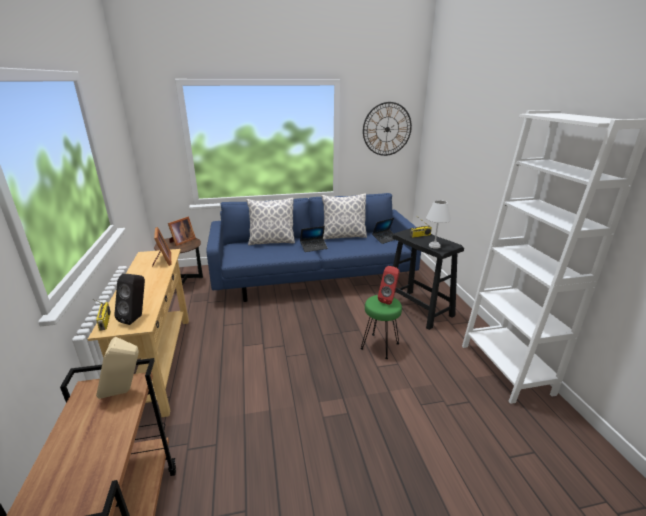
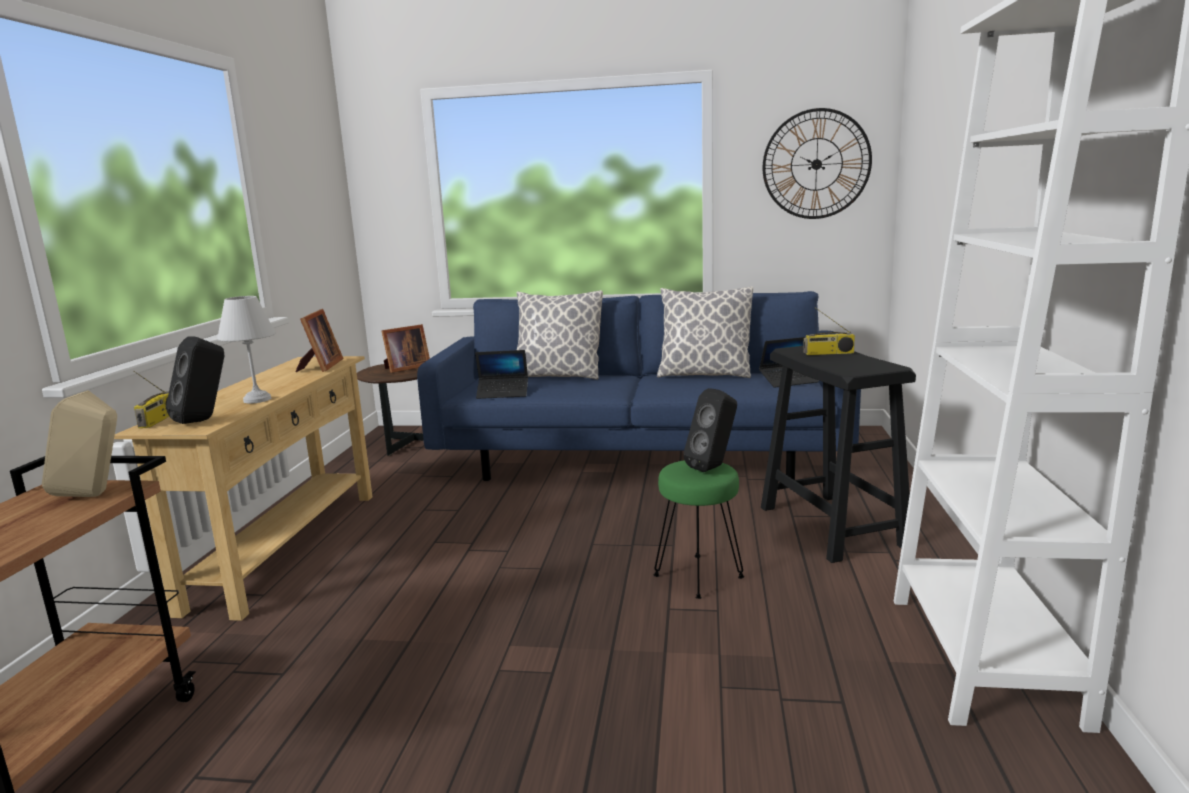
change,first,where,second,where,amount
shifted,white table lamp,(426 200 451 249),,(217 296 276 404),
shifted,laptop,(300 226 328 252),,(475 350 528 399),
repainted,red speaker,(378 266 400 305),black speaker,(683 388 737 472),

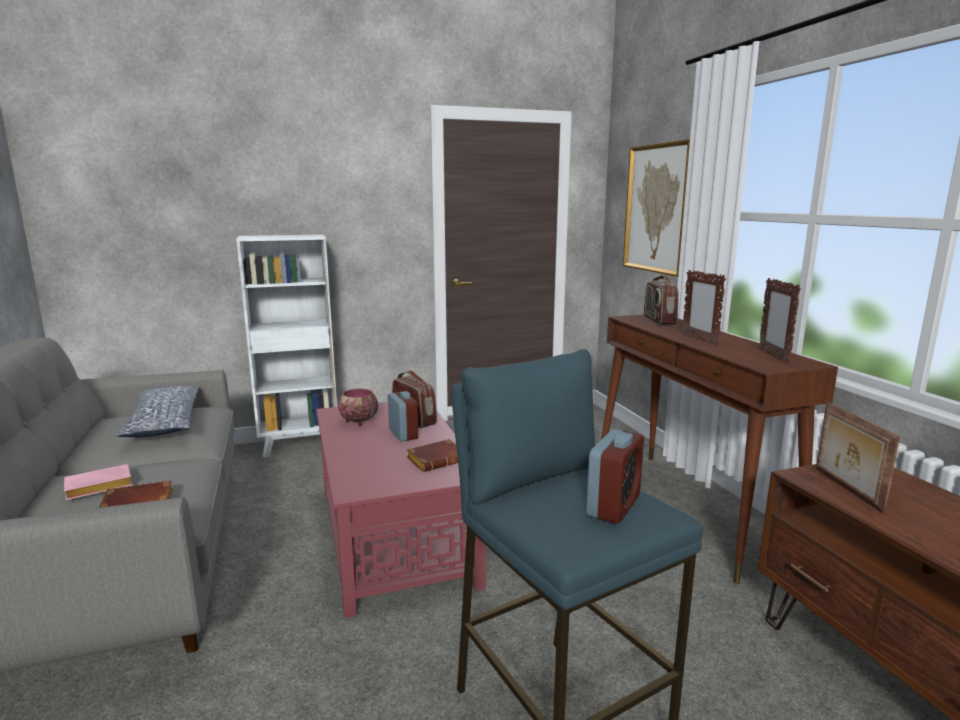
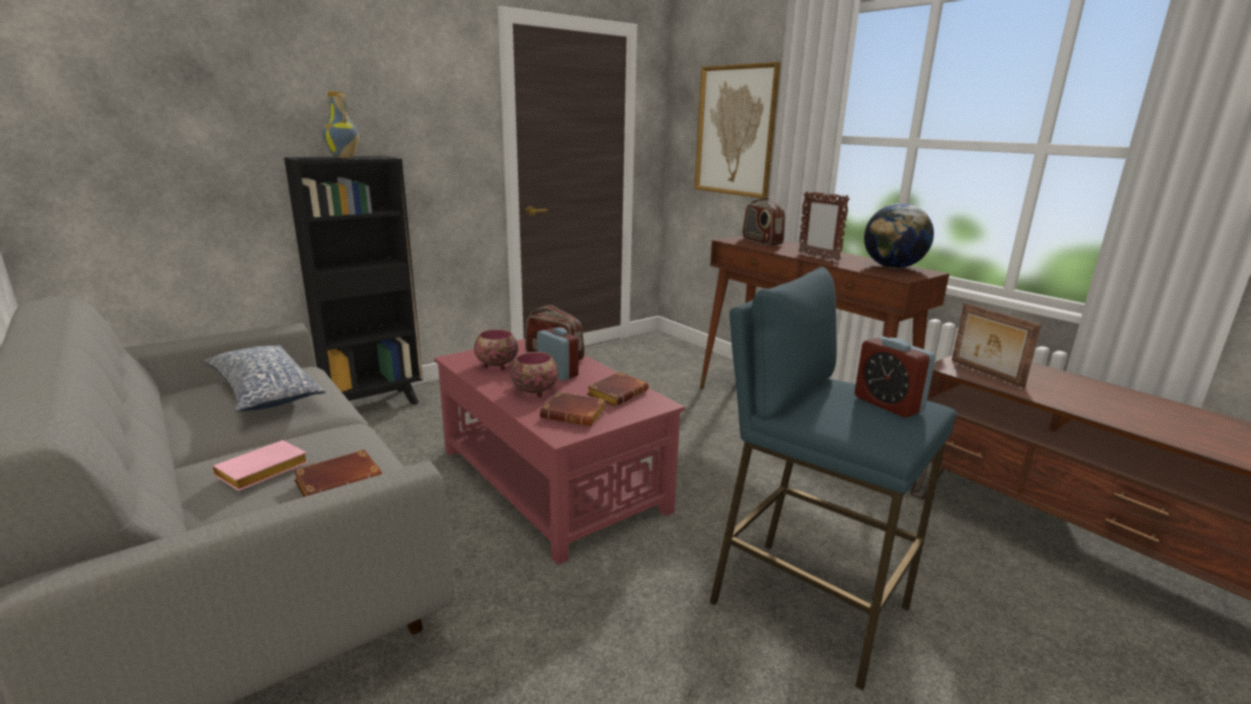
change,first,where,second,where,amount
repainted,white bookcase,(236 234 337 458),black bookcase,(284 156 423 405),
swapped,picture frame,(759 278 801 363),globe,(864 203 934 268),
rotated,alarm clock,(586 429 644 524),,(854 336 936 417),135 degrees clockwise
new,,,vase,(322 91 359 158),
new,,,bowl,(510 352 558 397),
new,,,brown book,(540 392 606 426),

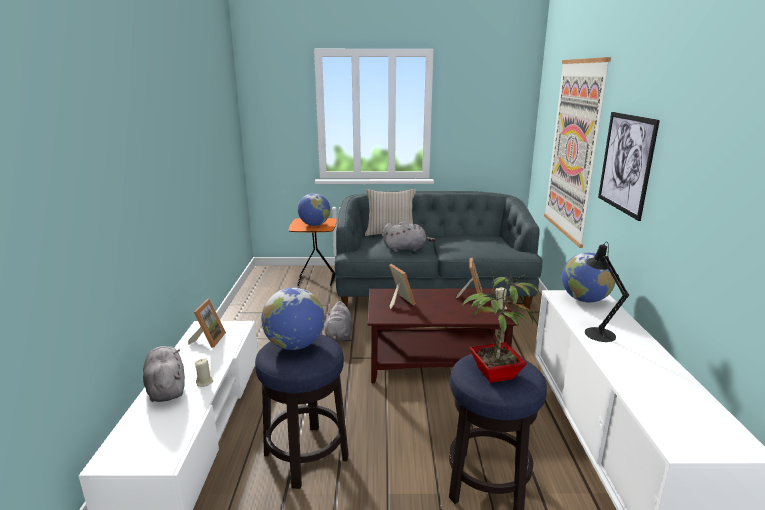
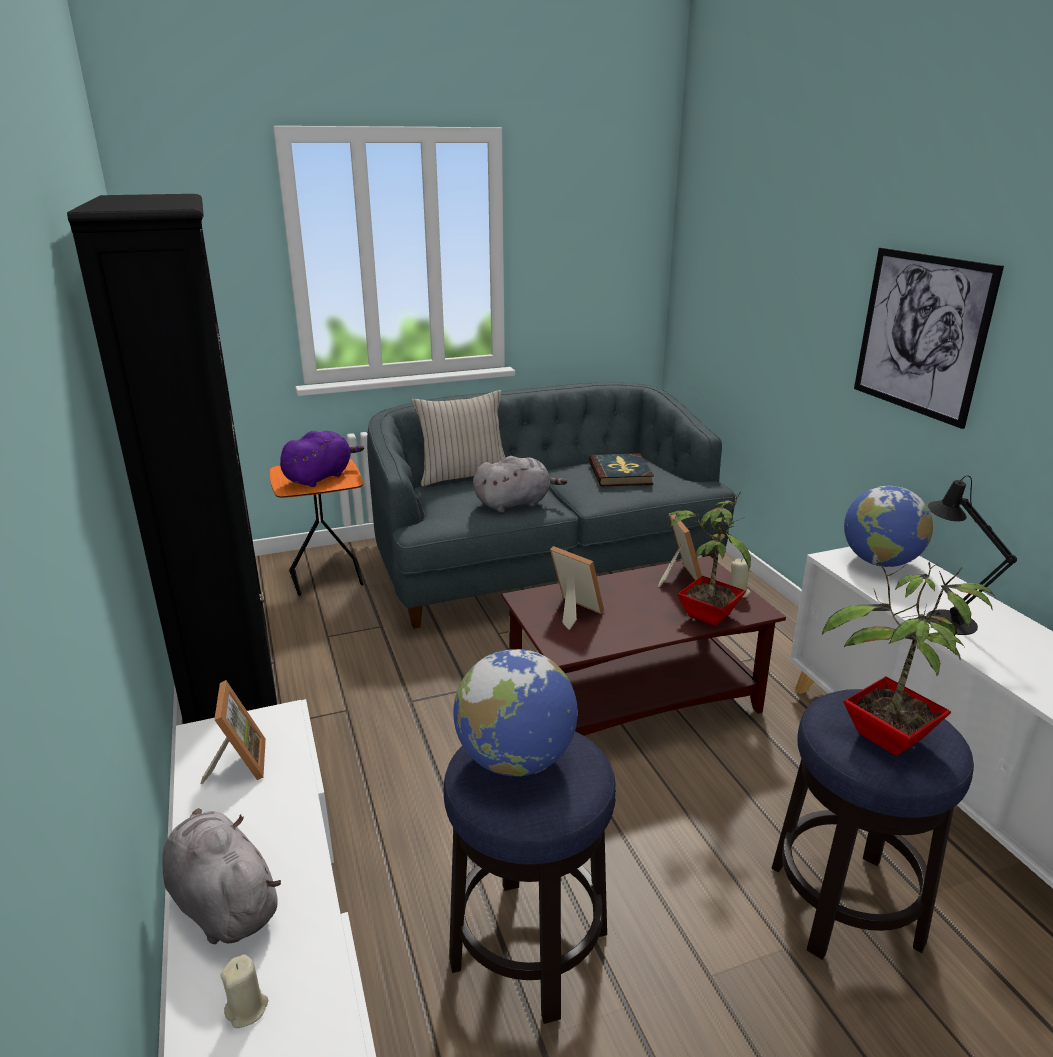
change,first,where,second,where,amount
gone,picture,(544 57 611 248),,,
swapped,globe,(298 193 330 226),purple plush toy,(280 431 364 487),
gone,grey plush toy,(325 301 353 342),,,
shifted,beige candle,(195 358 213 387),,(221 955 268 1028),
new,,,black bookcase,(67 194 277 724),
new,,,book,(589 453 654 486),
new,,,potted plant,(668 492 751 626),

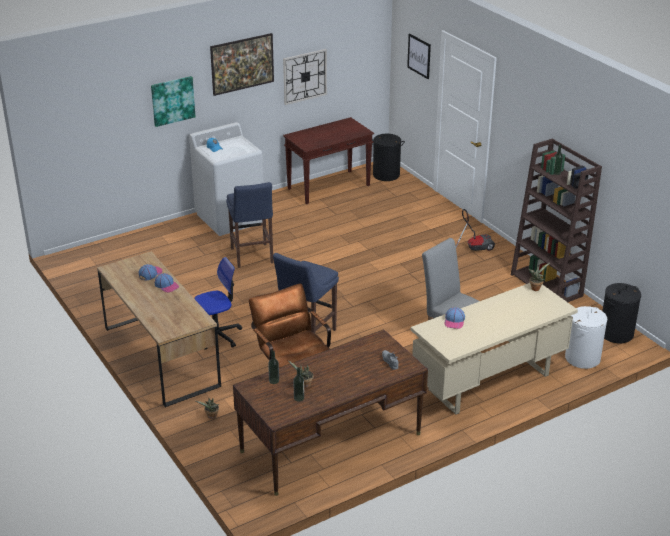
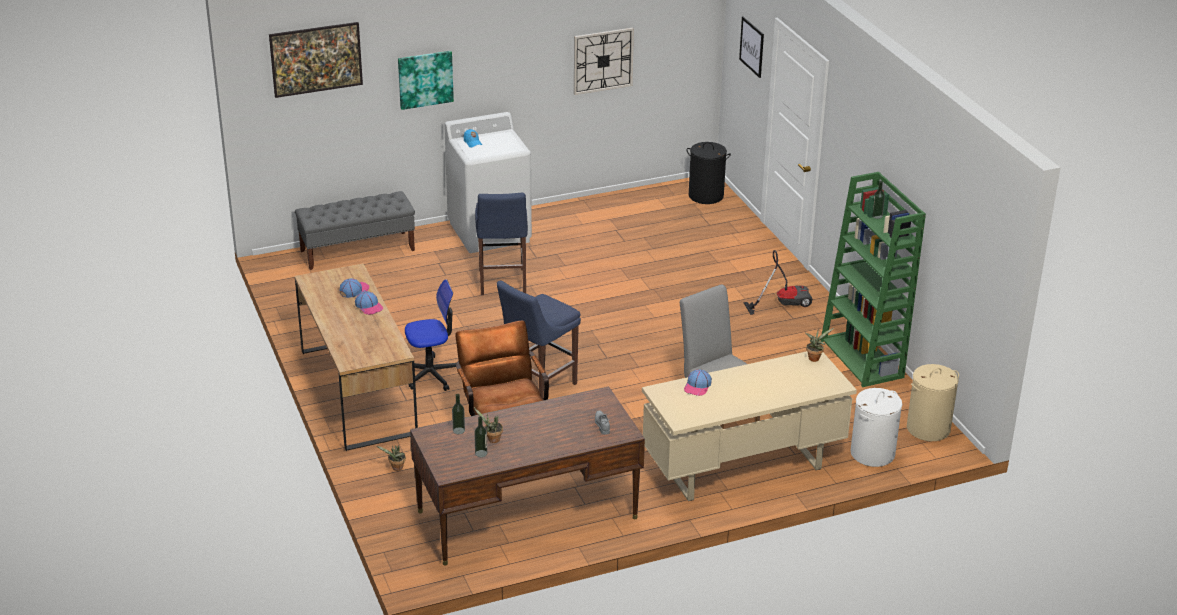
change,first,where,second,where,amount
shifted,picture,(210 33 274 96),,(269 22 363 98),
gone,brown console table,(283 117 374 204),,,
repainted,brown bookcase,(511 138 602 302),green bookcase,(820 172 926 387),
repainted,black laundry basket,(602 283 641 343),beige laundry basket,(907 364 959 441),
new,,,grey bench,(295 191 415 270),

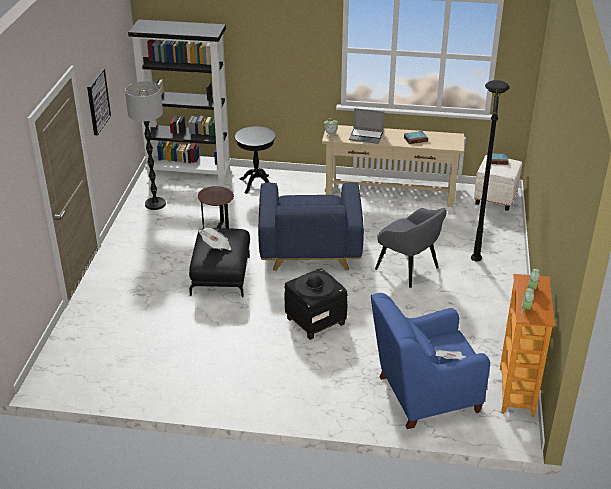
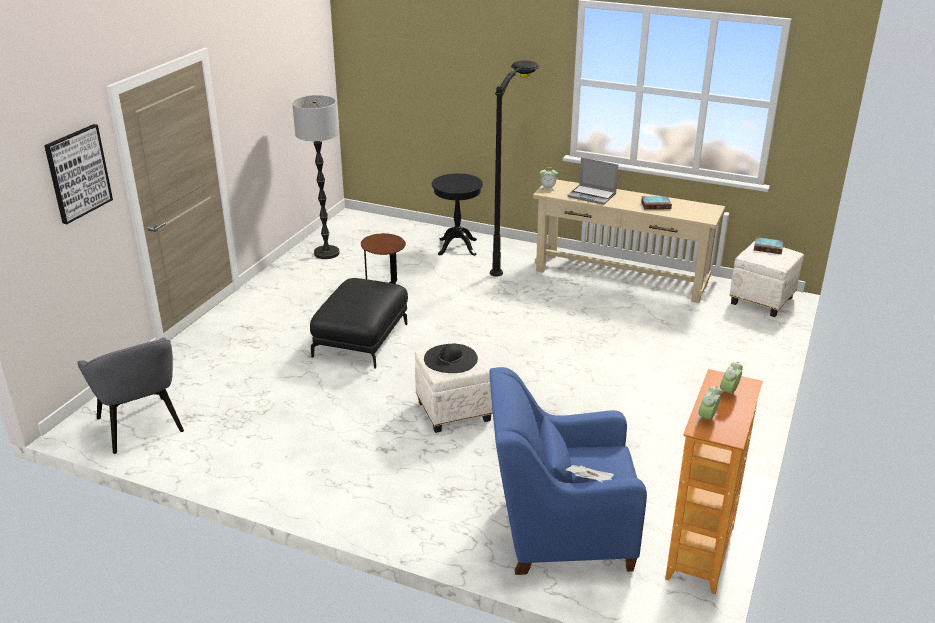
change,first,where,second,where,amount
gone,black bookcase,(128 19 232 183),,,
shifted,picture,(87 68 111 135),,(44 124 113 224),
shifted,black floor lamp,(471 80 510 261),,(490 60 539 277),
gone,blue armchair,(258 182 364 271),,,
shifted,grey armchair,(375 208 447 288),,(77 337 184 454),
gone,newspaper,(199 228 231 250),,,
repainted,black ottoman,(285 269 347 340),white ottoman,(415 341 493 433),

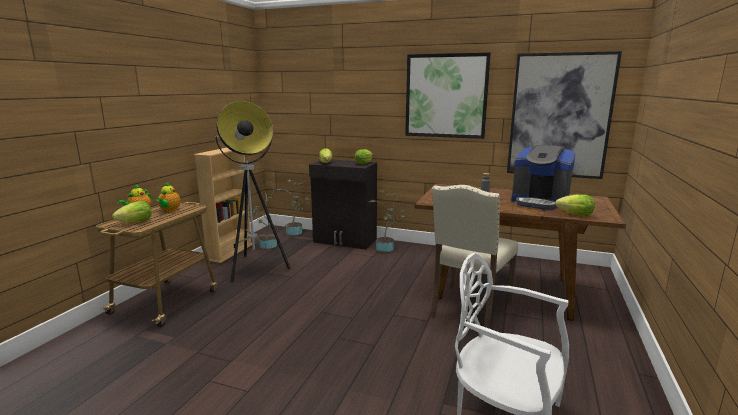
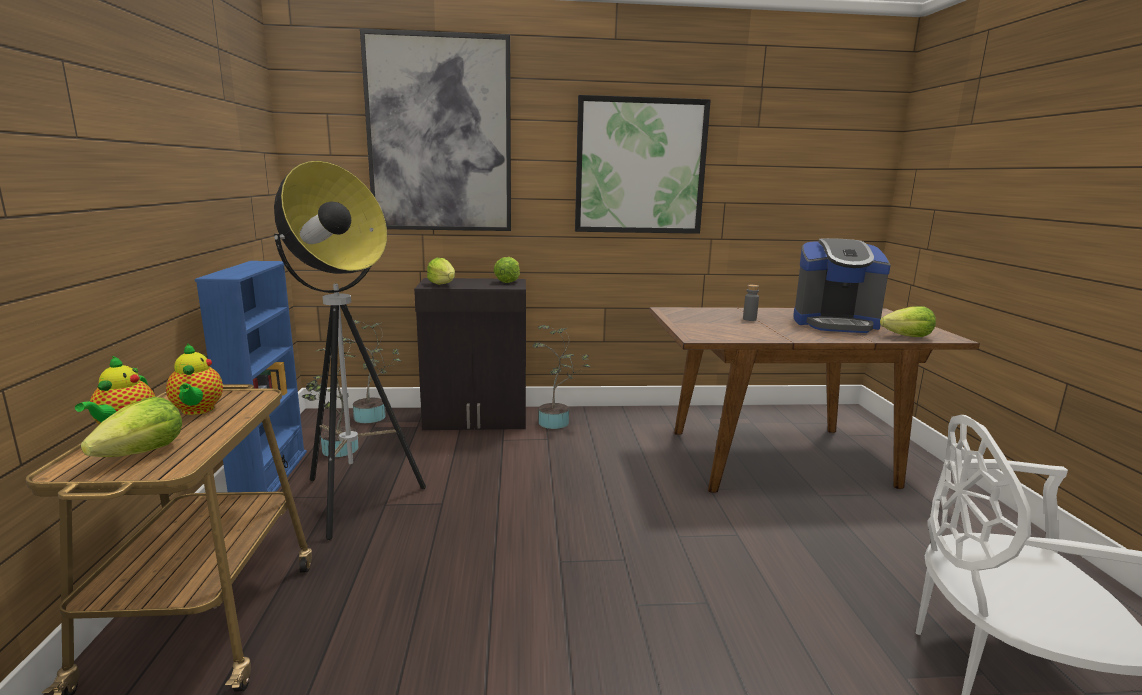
change,first,where,second,where,amount
shifted,picture,(507 51 622 179),,(360 29 511 231),
repainted,beige bookcase,(194 148 252 263),blue bookcase,(195 261 307 492),
gone,beige chair,(430 185 519 328),,,

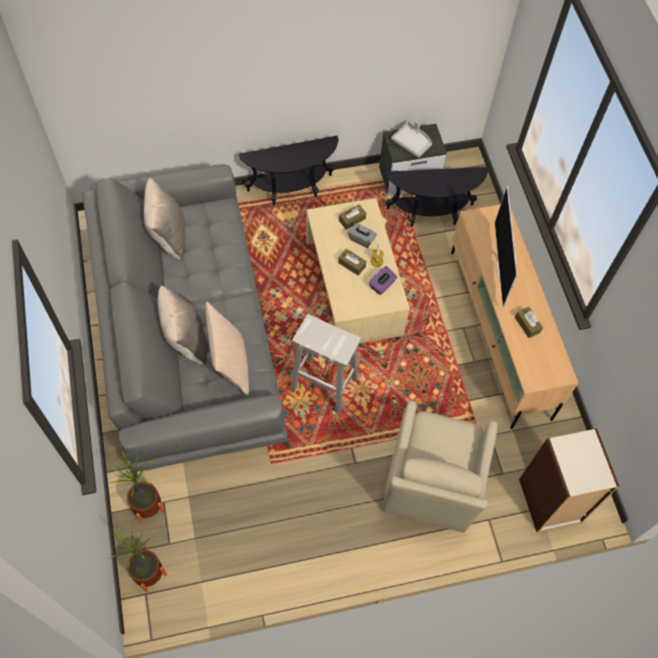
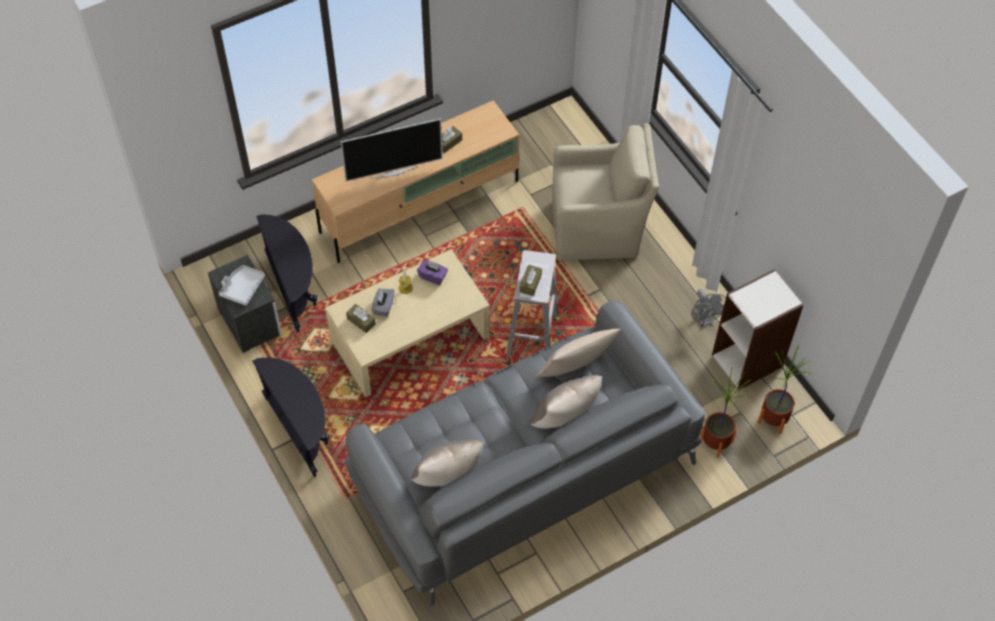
change,first,where,second,where,amount
shifted,brown tissue box,(338 249 366 275),,(520 265 542 296),
shifted,bookcase,(519 428 619 532),,(712 269 804 390),
new,,,grey fan,(692 289 726 327),

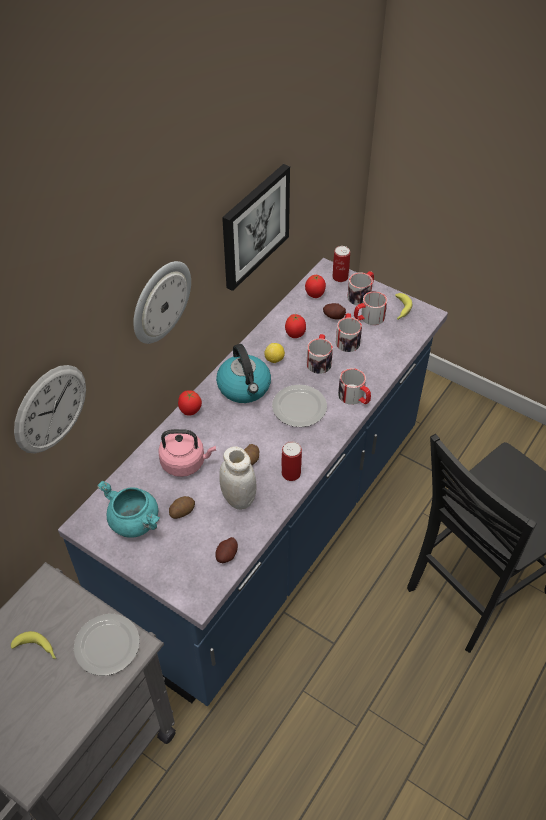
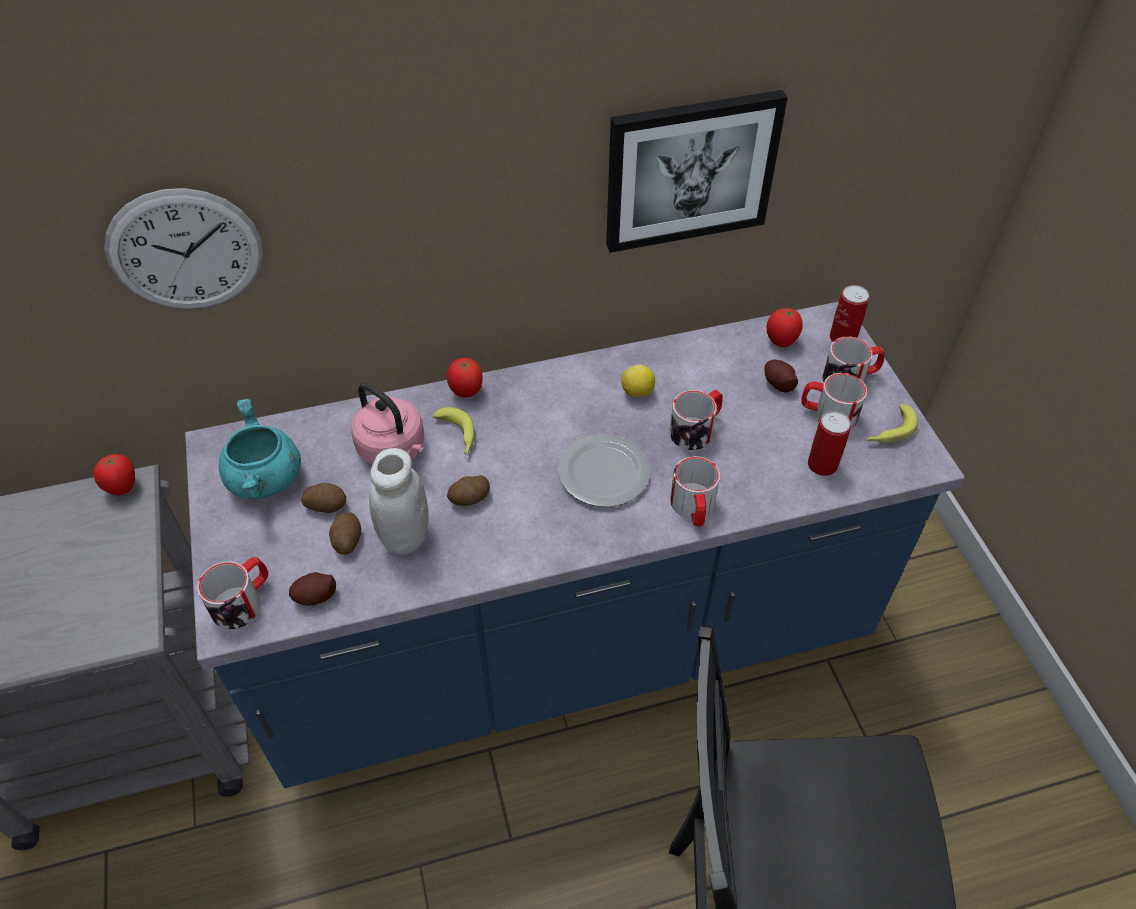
change,first,where,second,where,amount
gone,wall clock,(133 261 191 344),,,
shifted,mug,(336 313 362 352),,(197 557 268 629),
shifted,tomato,(285 314 306 338),,(93 454 135 495),
gone,kettle,(216 344 271 403),,,
shifted,can,(282 441 302 481),,(808 411 851 476),
gone,plate,(74 614 140 676),,,
shifted,banana,(11 631 56 659),,(433 407 475 455),
new,,,potato,(329 512 361 555),

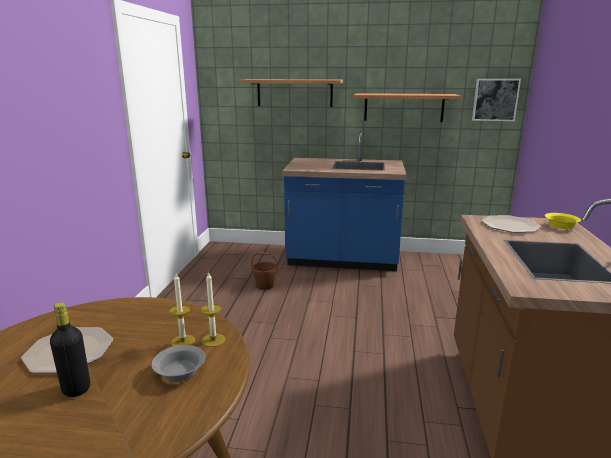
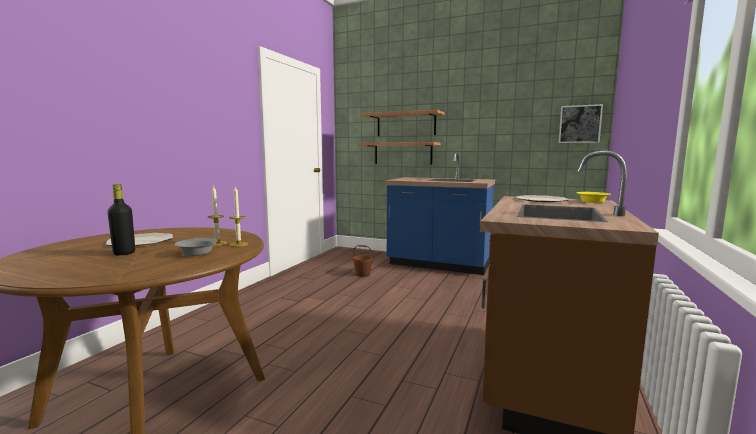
change,first,where,second,where,amount
shifted,shelf,(354 93 462 122),,(358 142 441 164),

